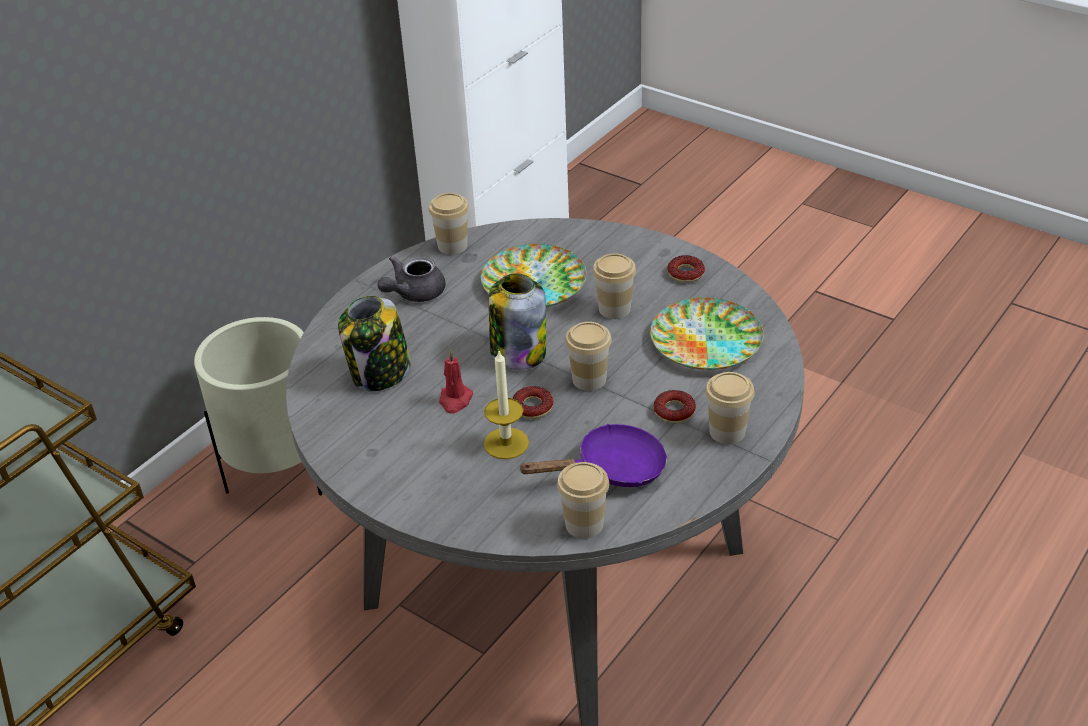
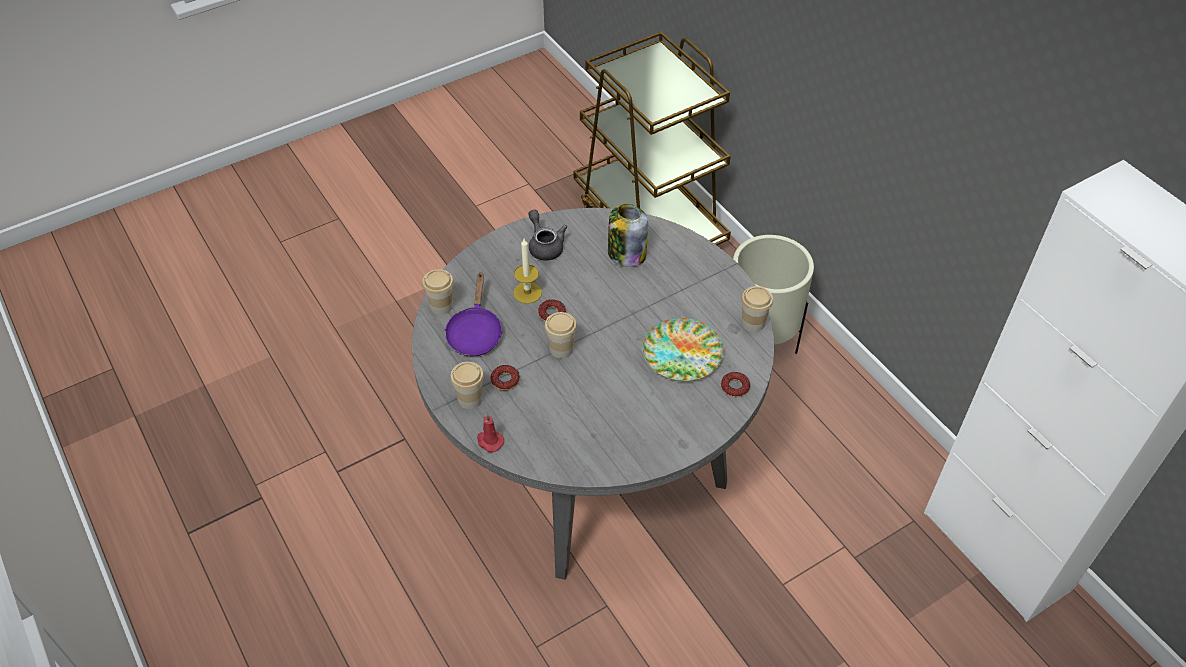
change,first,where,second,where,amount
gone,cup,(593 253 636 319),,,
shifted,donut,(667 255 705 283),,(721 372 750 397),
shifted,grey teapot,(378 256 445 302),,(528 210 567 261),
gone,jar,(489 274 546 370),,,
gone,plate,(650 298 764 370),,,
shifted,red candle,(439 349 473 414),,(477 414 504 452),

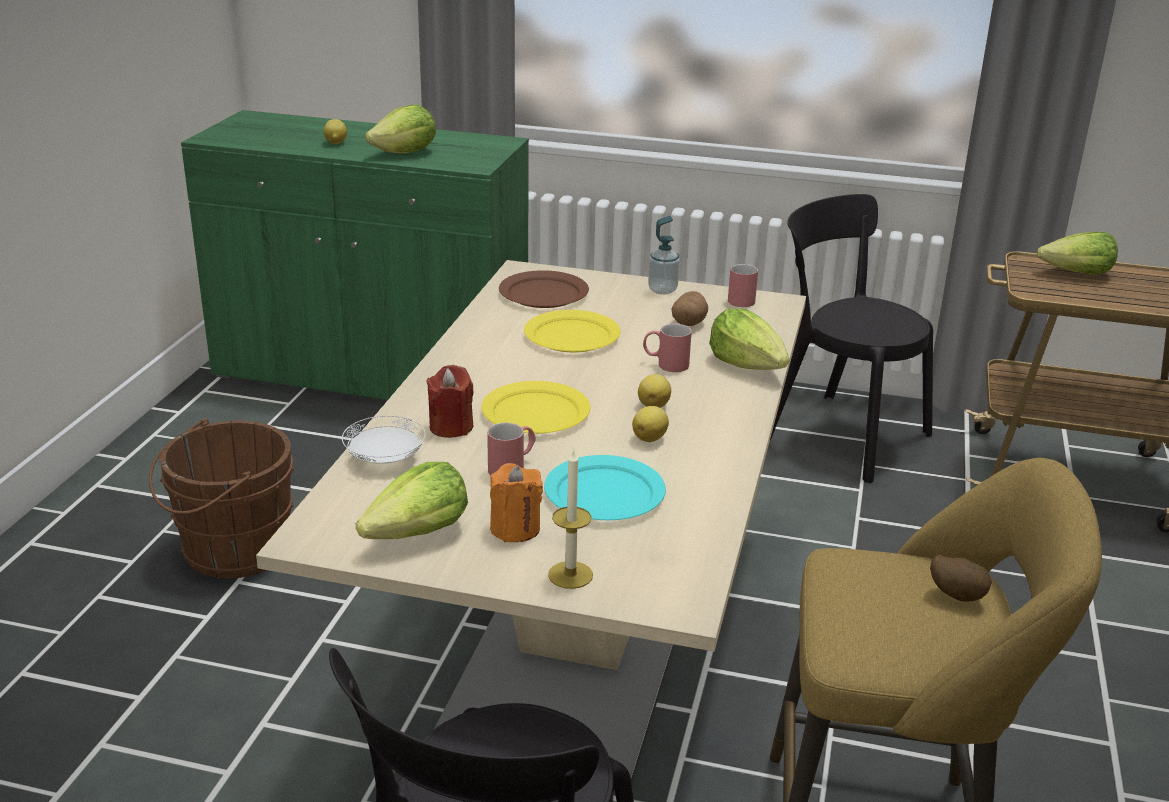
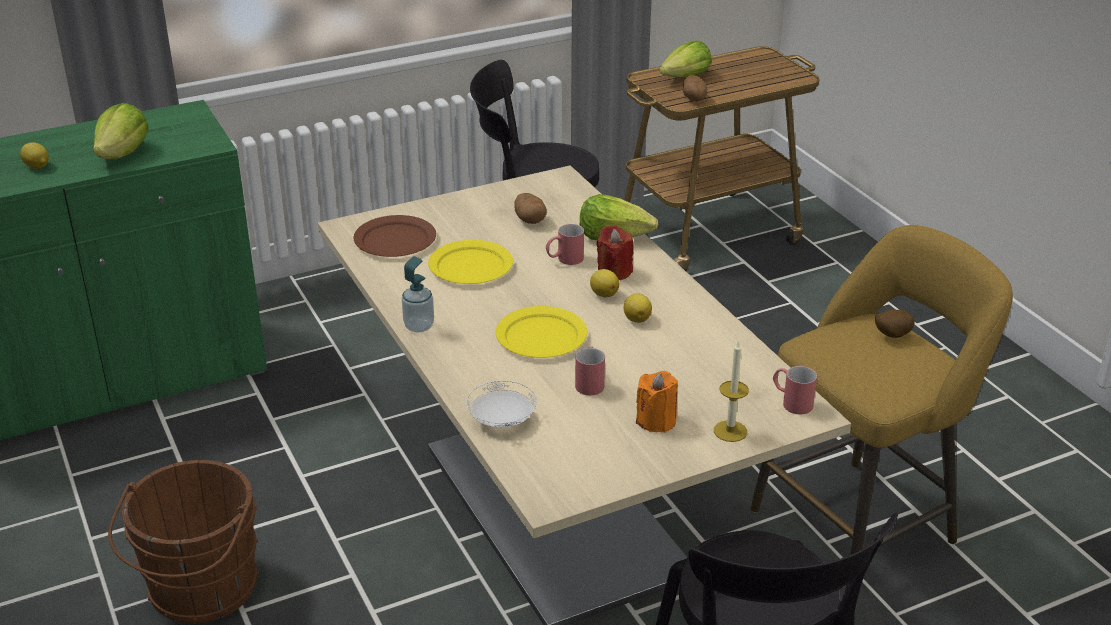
change,first,where,second,where,amount
shifted,soap dispenser,(648 216 680 295),,(402 256 434 333),
shifted,red mug,(728 264 758 307),,(773 366 817 414),
shifted,red candle,(426 365 474 438),,(596 225 634 280),
gone,turquoise plate,(544 455 666 520),,,
gone,lettuce,(356 462 468 539),,,
new,,,potato,(683 75 707 102),

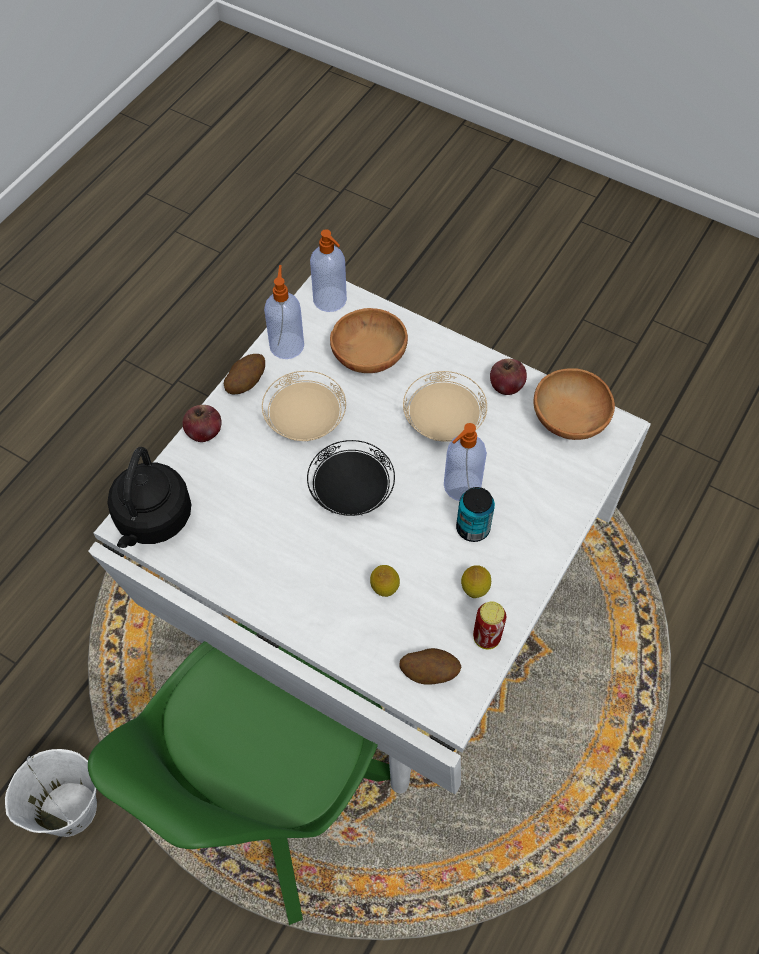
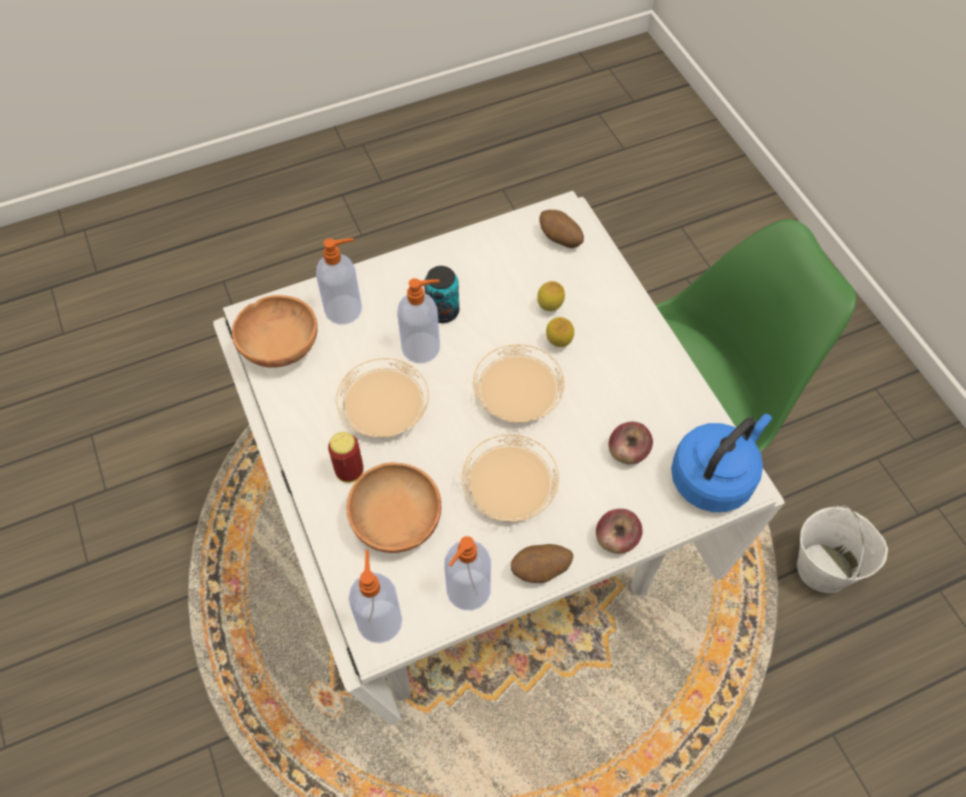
change,first,where,second,where,amount
shifted,apple,(490 359 527 395),,(609 422 653 465),
repainted,black plate,(307 440 395 516),beige plate,(473 344 565 423),
repainted,black kettle,(108 447 191 548),blue kettle,(671 414 772 512),
shifted,lemon,(461 565 491 598),,(546 317 574 347),
shifted,can,(473 602 506 649),,(328 432 364 483),
new,,,soap dispenser,(316 238 362 324),

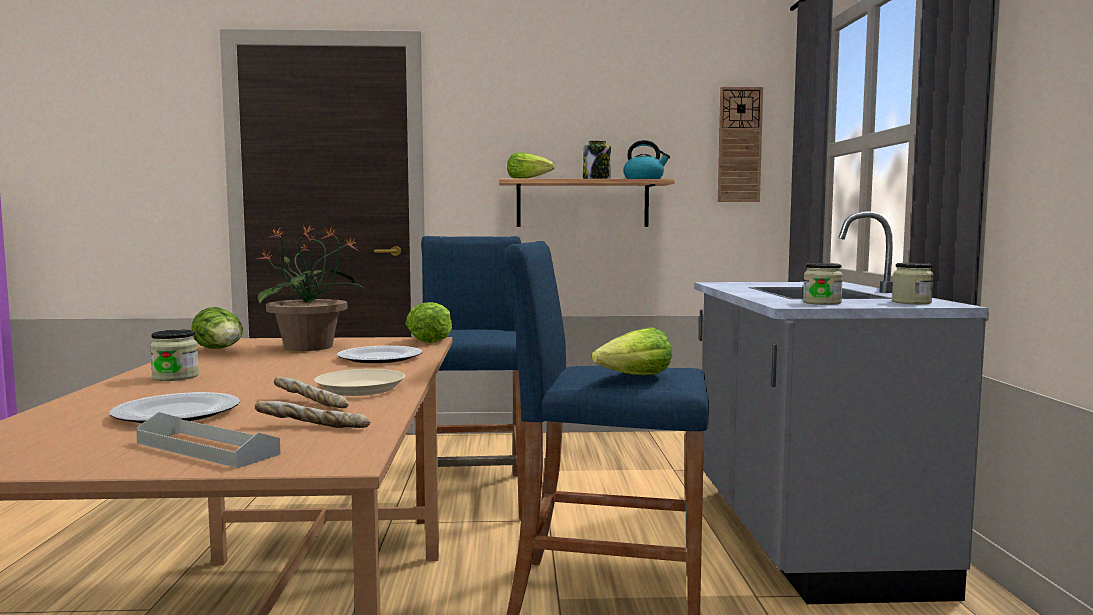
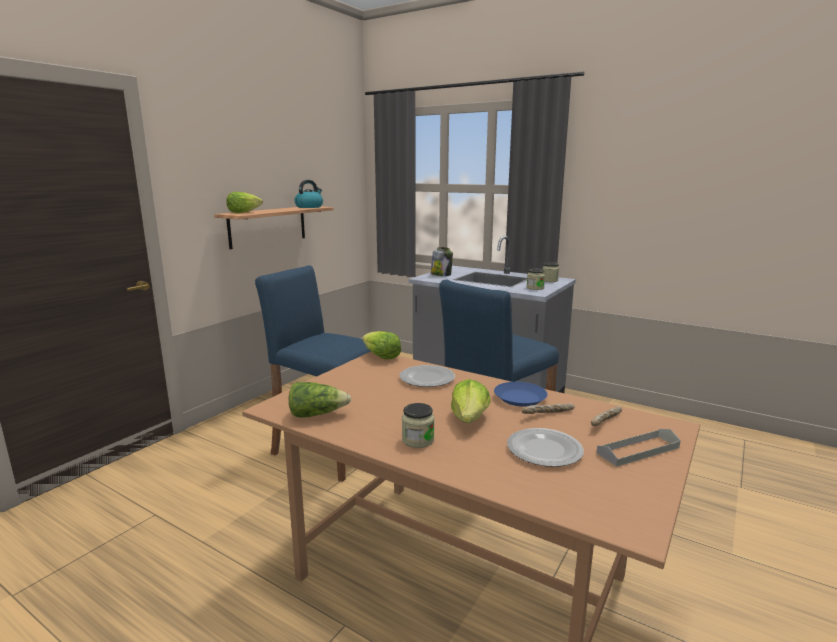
change,first,where,second,where,amount
gone,wall clock,(718 87 763 202),,,
shifted,jar,(583 141 611 179),,(431 247 453 276),
gone,potted plant,(255 224 363 351),,,
shifted,lettuce,(592 327 672 375),,(451 379 491 423),
repainted,beige plate,(314 369 405 396),blue plate,(494 382 548 407),

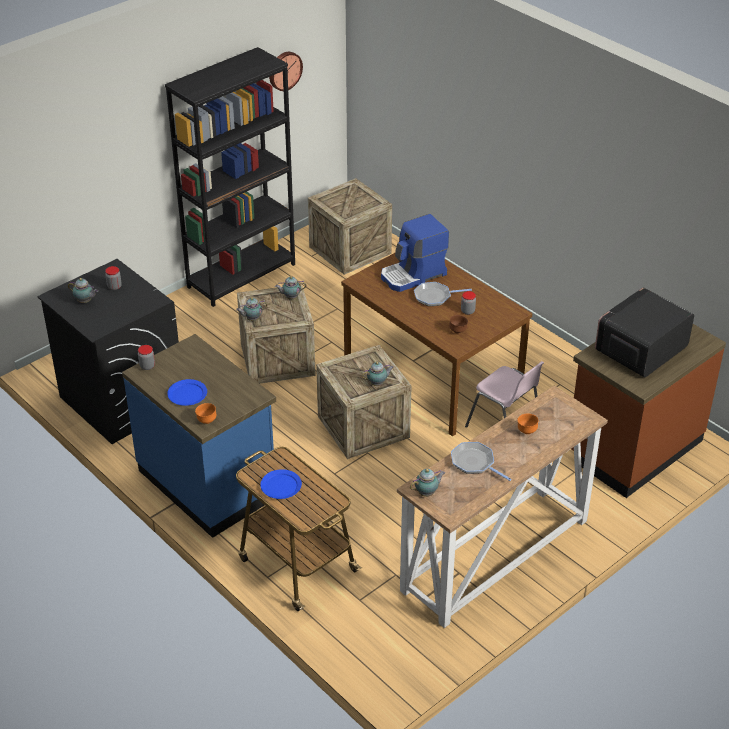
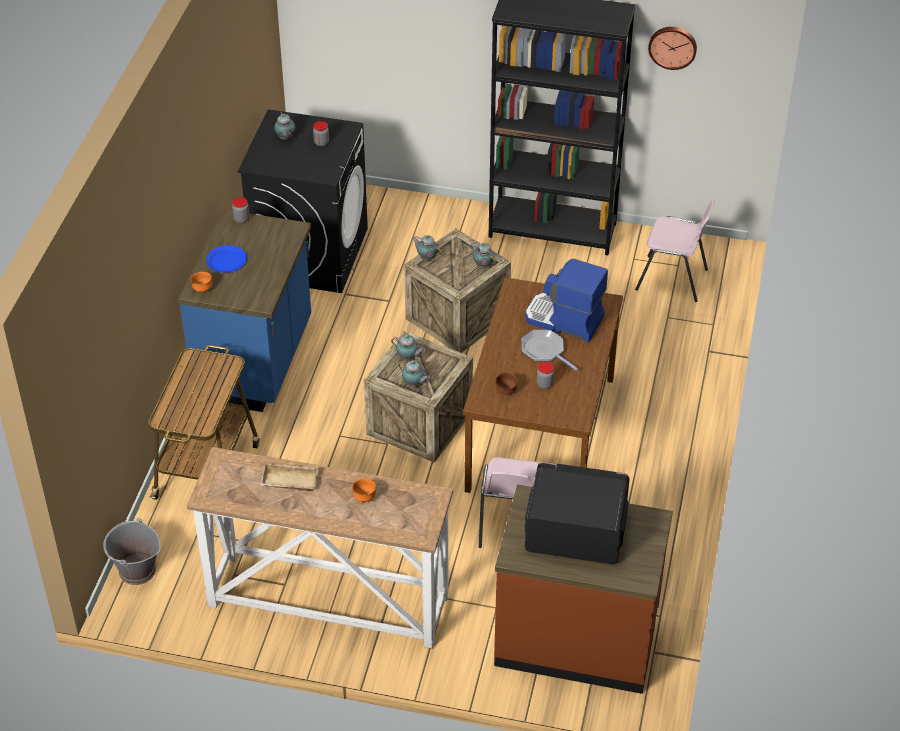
change,first,where,second,where,amount
swapped,crate,(308 178 392 275),pink chair,(635 200 715 302),
swapped,frying pan,(451 442 512 481),beige tray,(260 463 319 491),
gone,blue plate,(260 469 302 499),,,
shifted,teapot,(410 469 445 497),,(391 335 425 361),
new,,,grey bucket,(103 518 161 585),

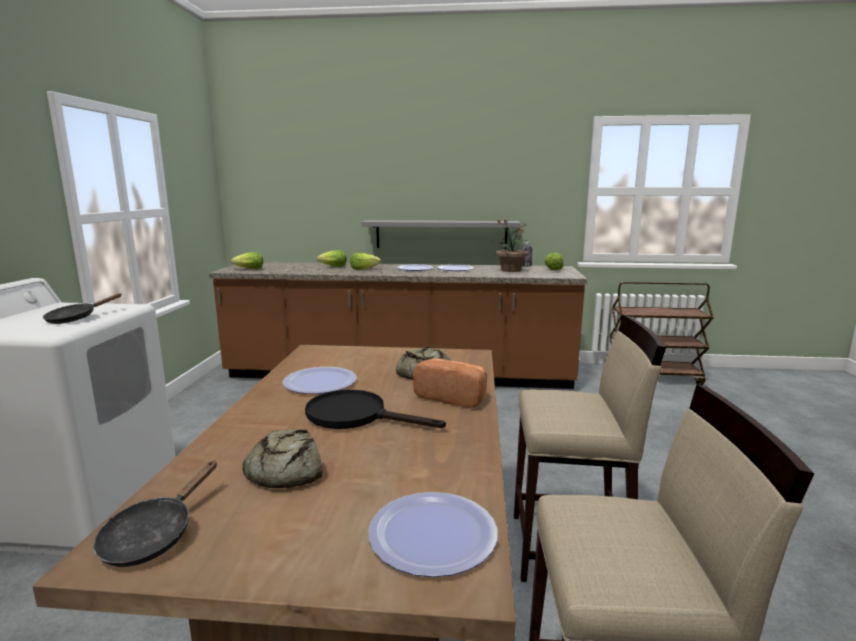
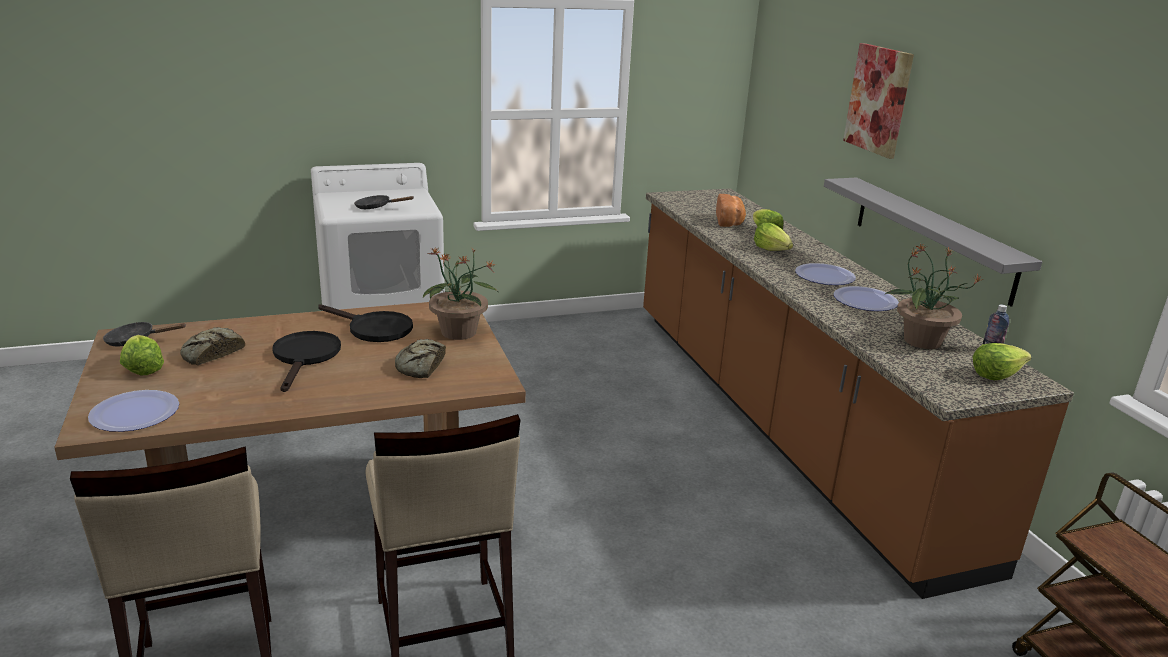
change,first,where,second,where,amount
shifted,lettuce,(231 252 263 269),,(120 335 164 375),
shifted,bread,(413 358 487 408),,(716 194 746 227),
swapped,plate,(283 367 357 394),black frying pan,(318 304 413 342),
new,,,picture,(843 43 914 159),
new,,,potted plant,(423 248 498 340),

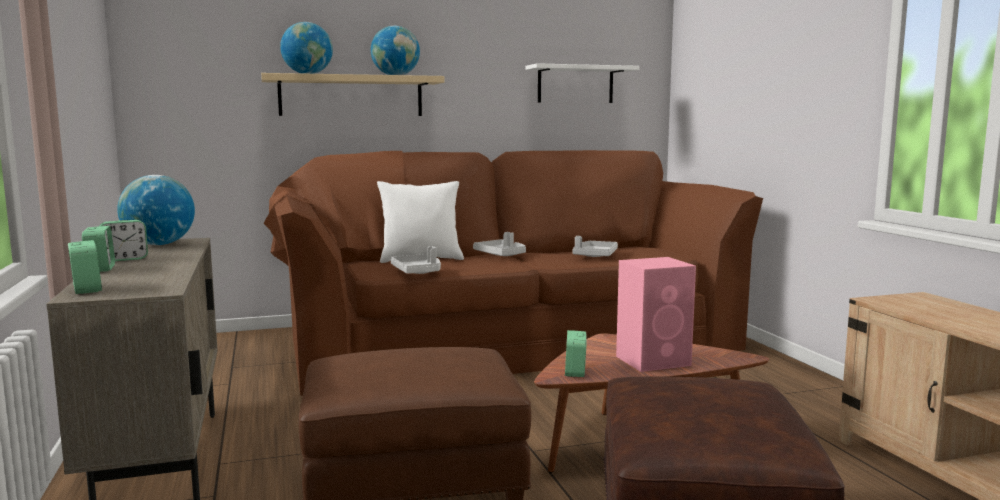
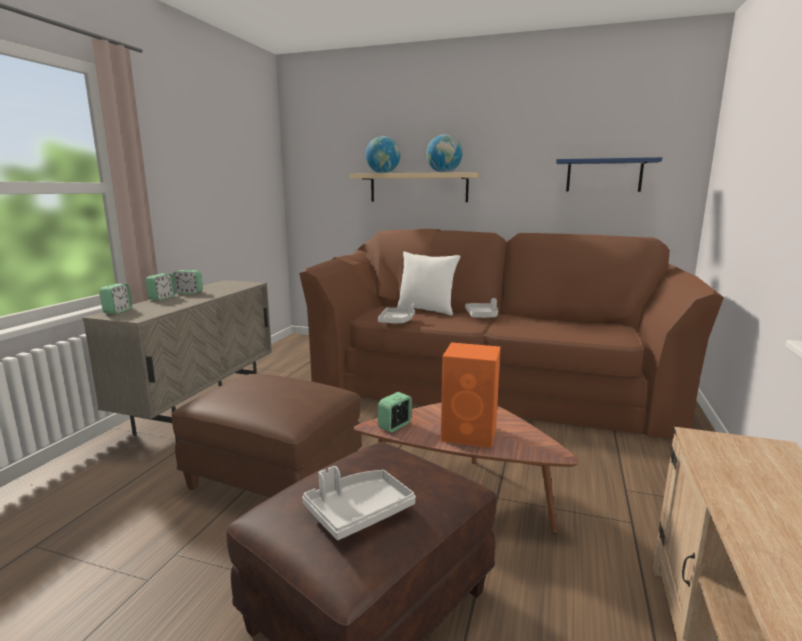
change,first,where,second,where,amount
repainted,white shelf,(525 63 639 103),blue shelf,(556 157 662 192),
gone,globe,(117 175 195 245),,,
shifted,grey tray,(572 236 618 257),,(302 466 416 540),
repainted,pink speaker,(616 257 696 372),orange speaker,(441 342 500 448),

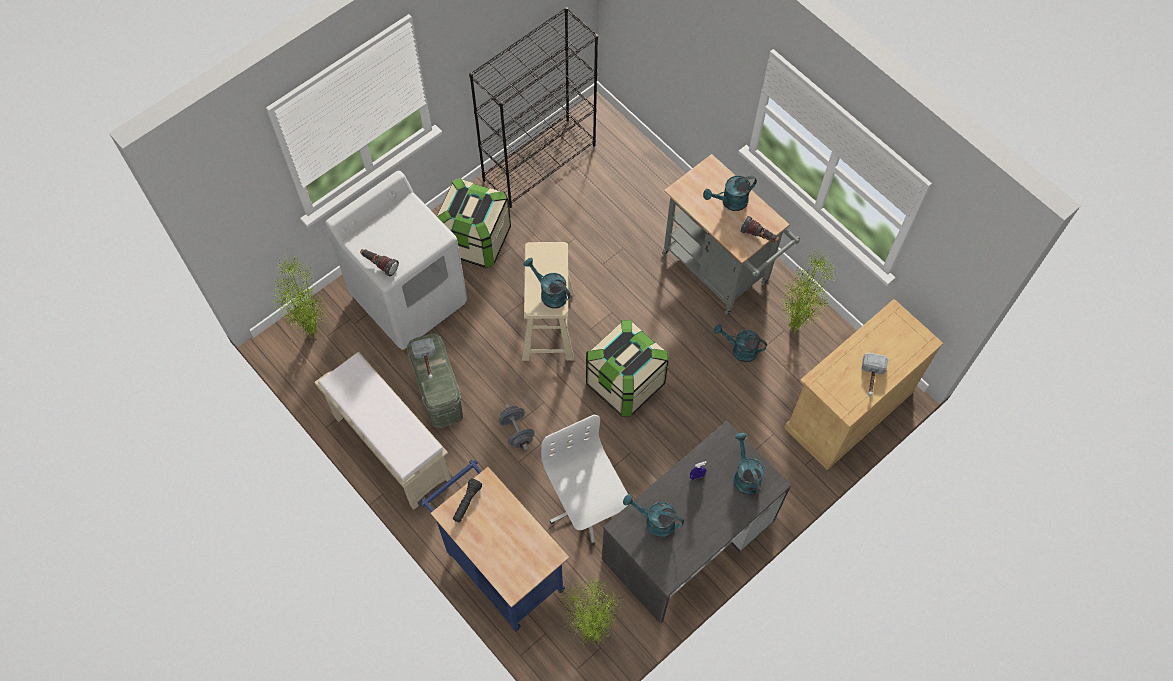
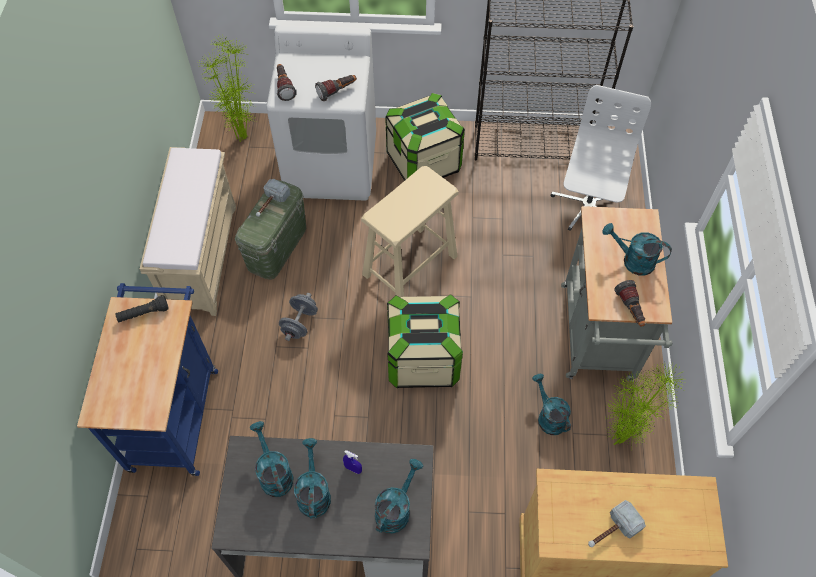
change,first,where,second,where,amount
shifted,turquoise watering can,(524 258 571 309),,(294 438 331 519),
shifted,white office chair,(541 415 628 545),,(551 85 651 231),
gone,potted plant,(559 577 623 646),,,
new,,,flashlight,(315 75 357 101),

